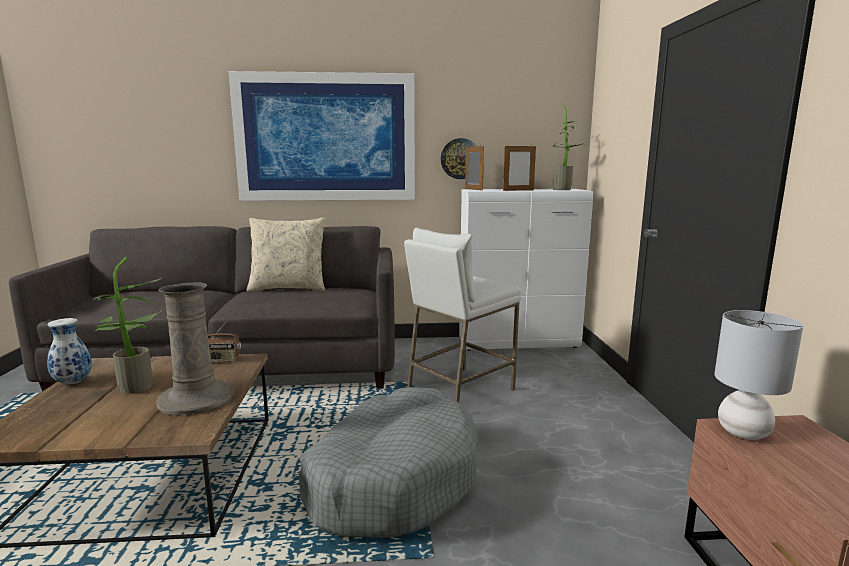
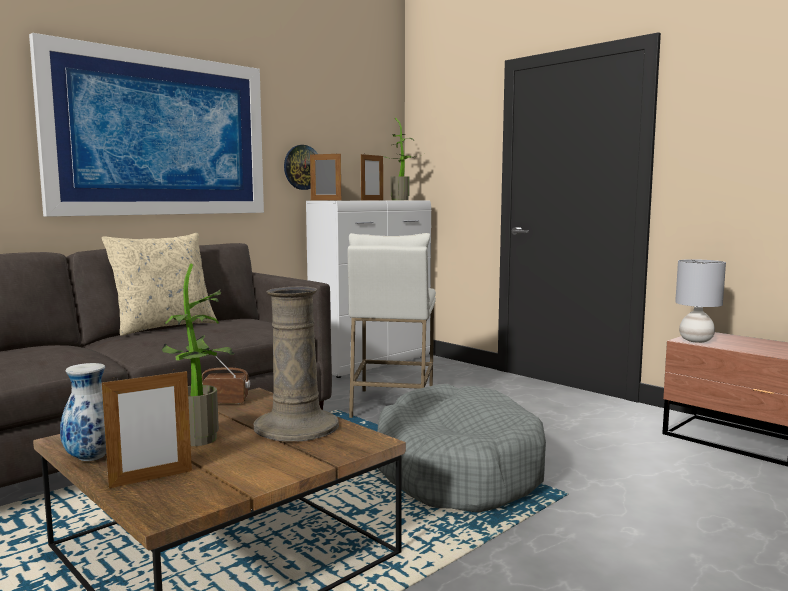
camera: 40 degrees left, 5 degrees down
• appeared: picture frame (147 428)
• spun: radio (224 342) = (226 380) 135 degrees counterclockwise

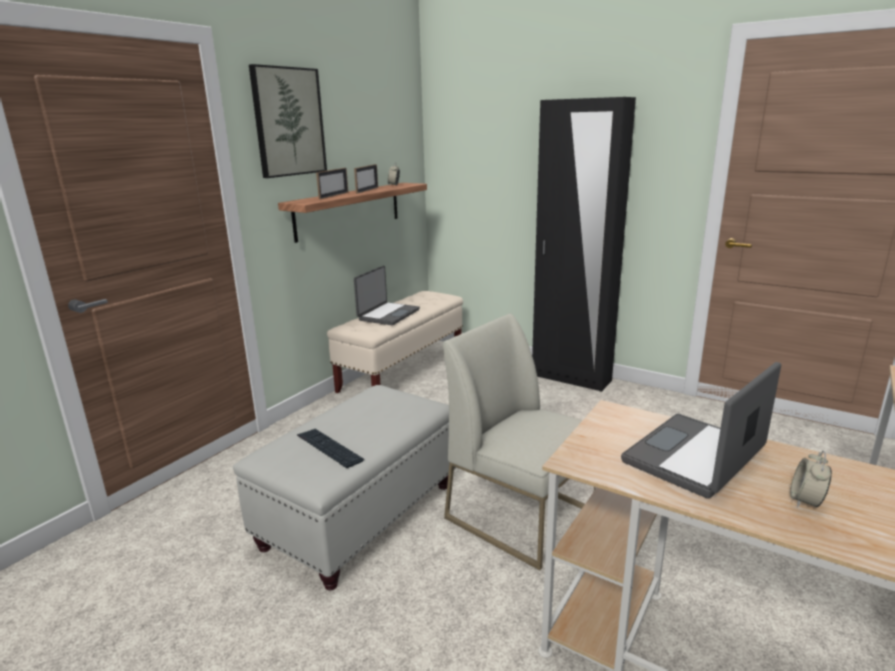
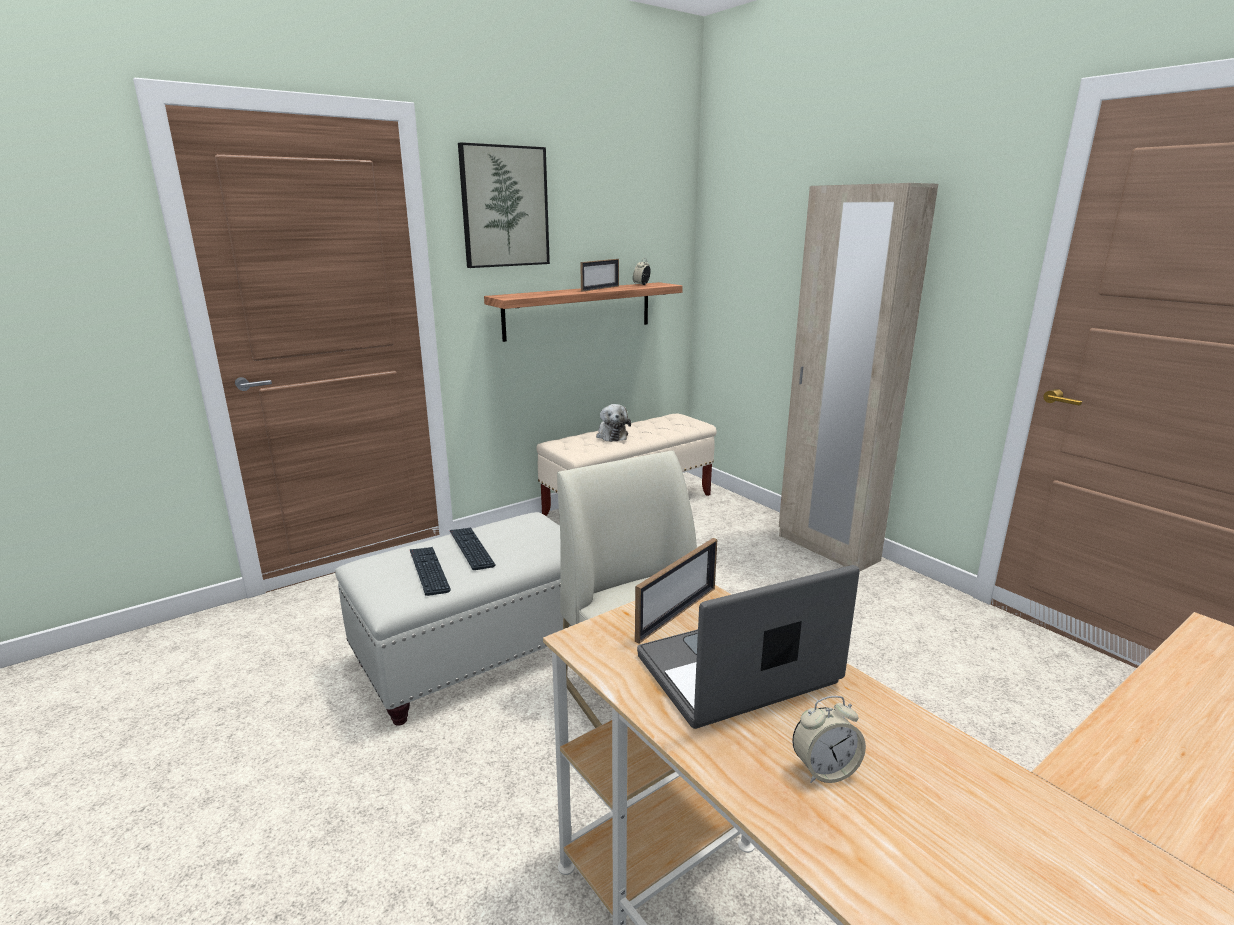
camera: 20 degrees right, 0 degrees up
• appeared: PC keyboard (473 549)
• exchanged: portable computer (387 295) to cuddly toy (613 423)
• relocated: picture frame (332 183) to (676 591)
• colour: black armoire (584 244) to beige armoire (858 377)
• spun: table clock (811 479) = (829 739) 150 degrees counterclockwise

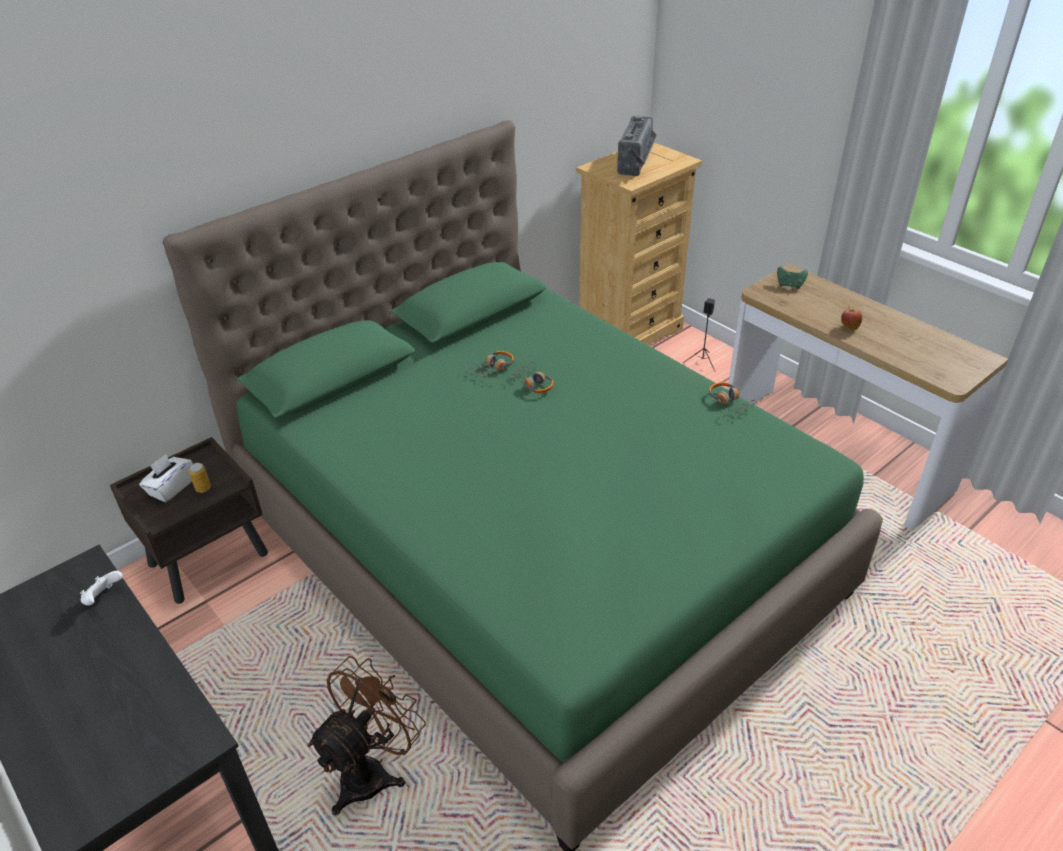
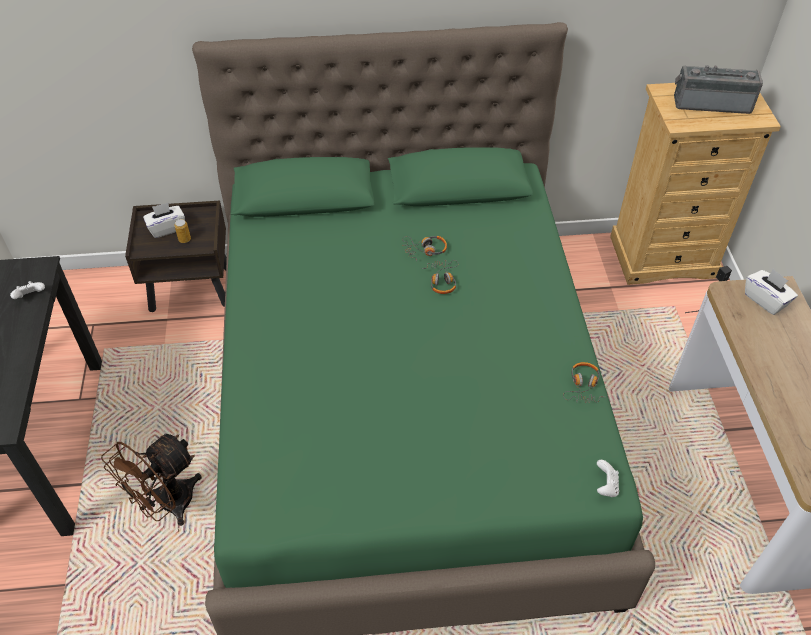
camera: 35 degrees right, 10 degrees up
• spun: brown electric fan (366 736) = (151 480) 150 degrees clockwise
• appeared: whitish gamepad (608 478)
• spun: radio (637 145) = (718 89) 135 degrees counterclockwise
• exchanged: greenish gamepad (792 277) to whitish tissue box (771 292)
• missing: apple fruit (852 318)

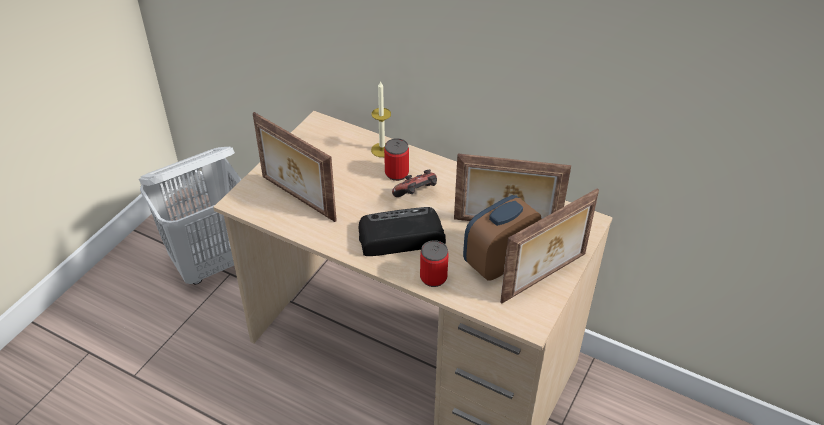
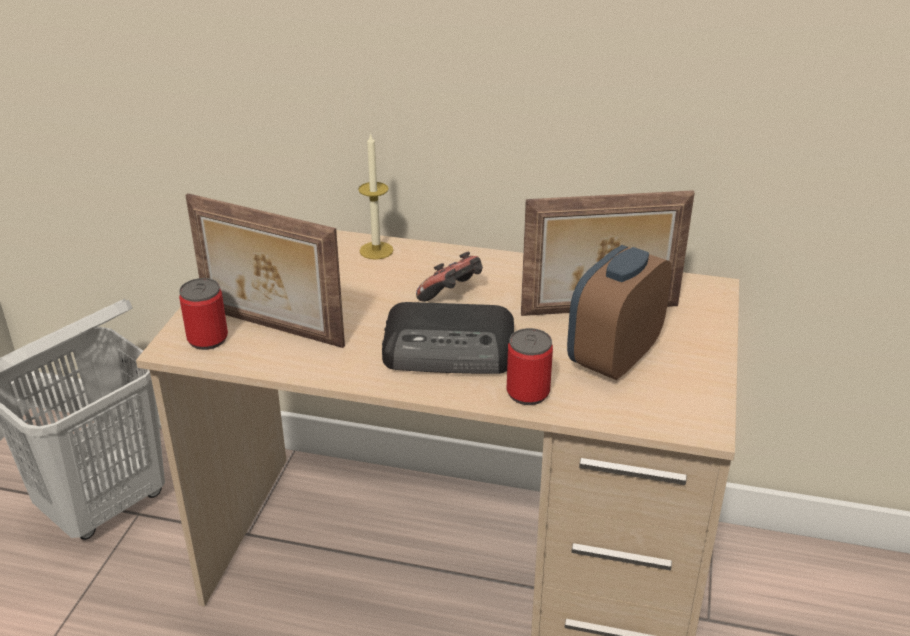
camera: 15 degrees left, 10 degrees down
• relocated: can (396 159) to (203 314)
• spun: radio (402 231) = (448 338) 150 degrees counterclockwise
• missing: picture frame (549 245)

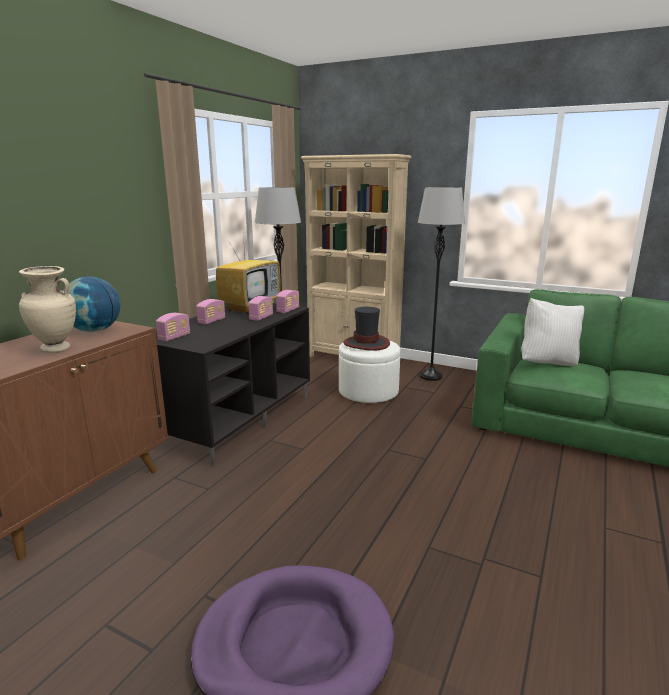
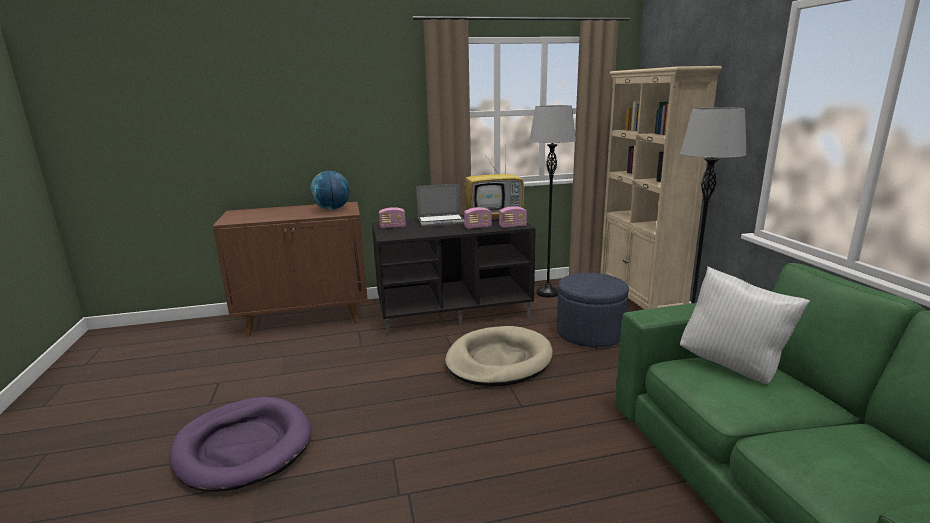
camera: 50 degrees right, 0 degrees up
• exchanged: radio (210 311) to portable computer (440 206)
• appeared: beige dog bed (499 356)
• colour: whitish ottoman (370 372) to blue-coloured ottoman (593 310)
• missing: beige vase (47 309)
• missing: wearable hat (366 329)

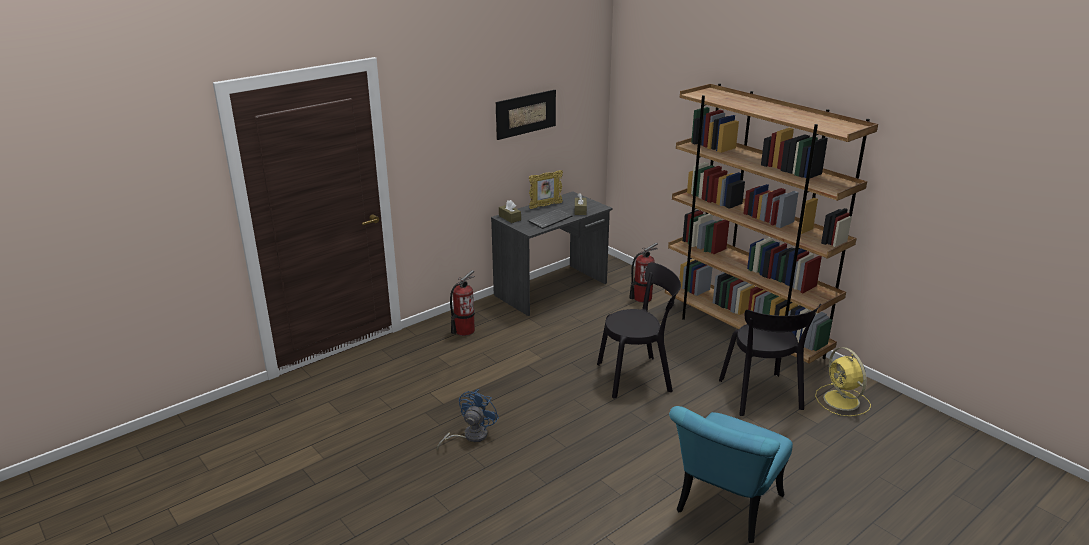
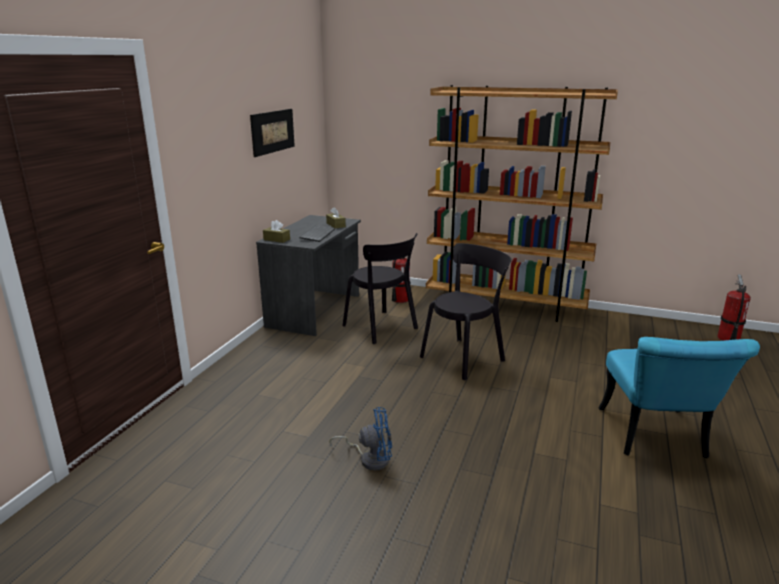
camera: 30 degrees left, 5 degrees down
• spun: blue-coloured electric fan (468 420) = (360 439) 90 degrees clockwise
• relocated: black plain chair (770 360) to (380 288)
• relocated: fire-fighting cylinder (462 303) to (734 307)
• missing: picture frame (546 189)
• missing: yellow electric fan (843 381)

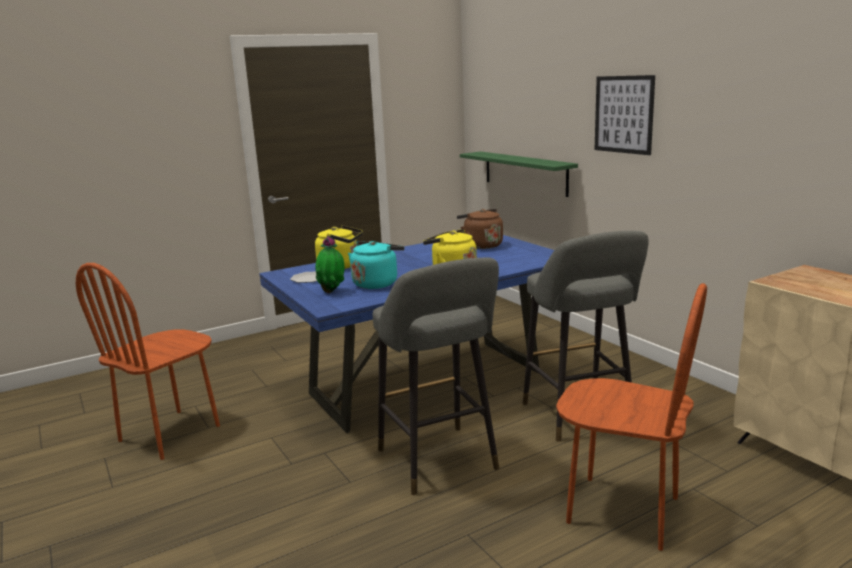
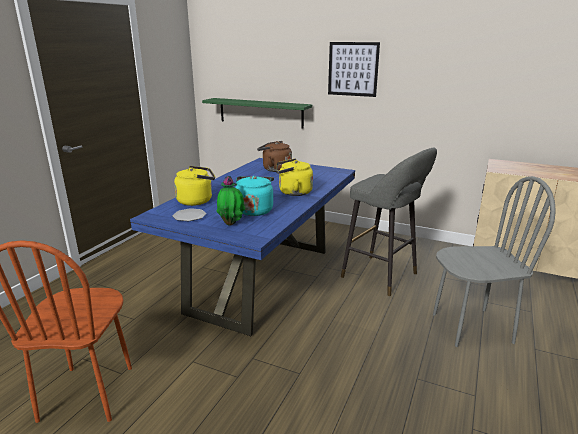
camera: 35 degrees left, 5 degrees up
• colour: brown plain chair (631 417) to gray plain chair (494 261)
• missing: gray stool seat (436 376)

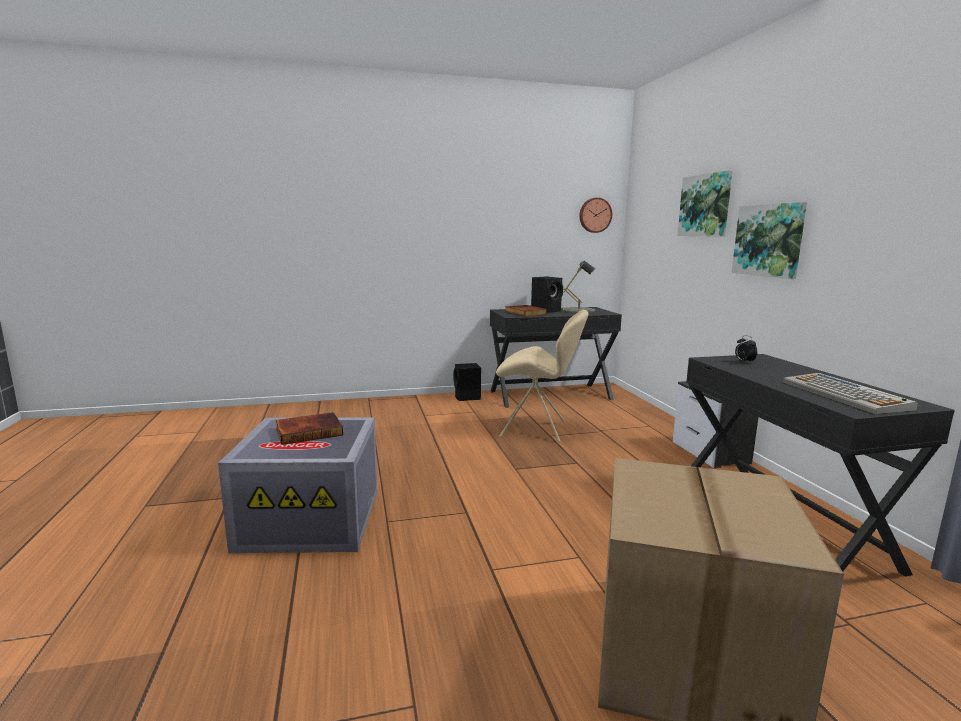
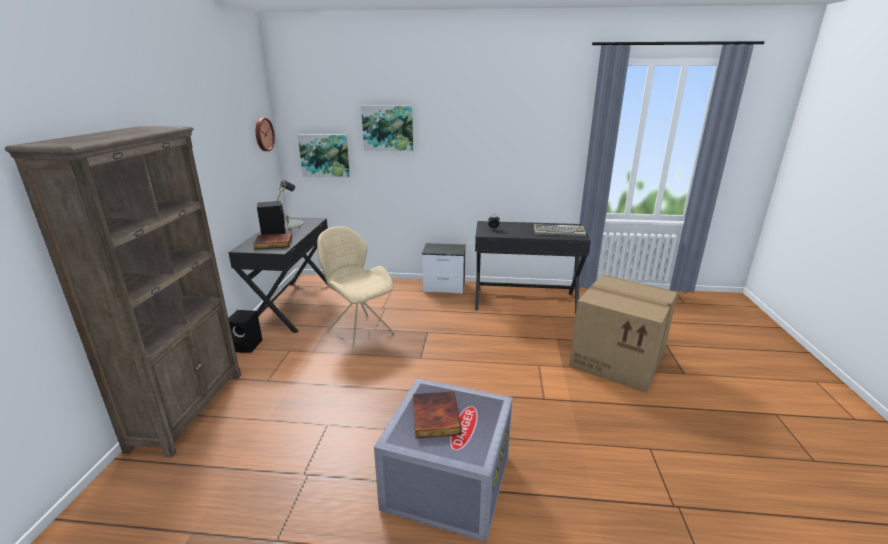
camera: 70 degrees left, 10 degrees up
• appeared: brown bookcase (123 291)
• relocated: wall picture (769 240) to (324 156)
• spun: beige plain chair (542 376) = (356 289) 75 degrees counterclockwise

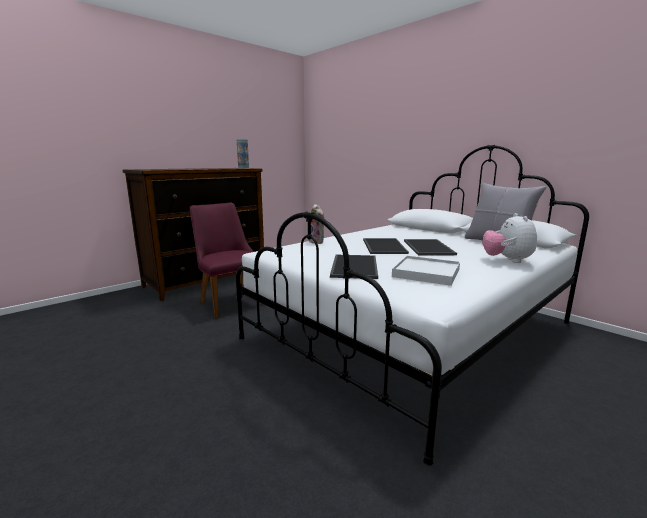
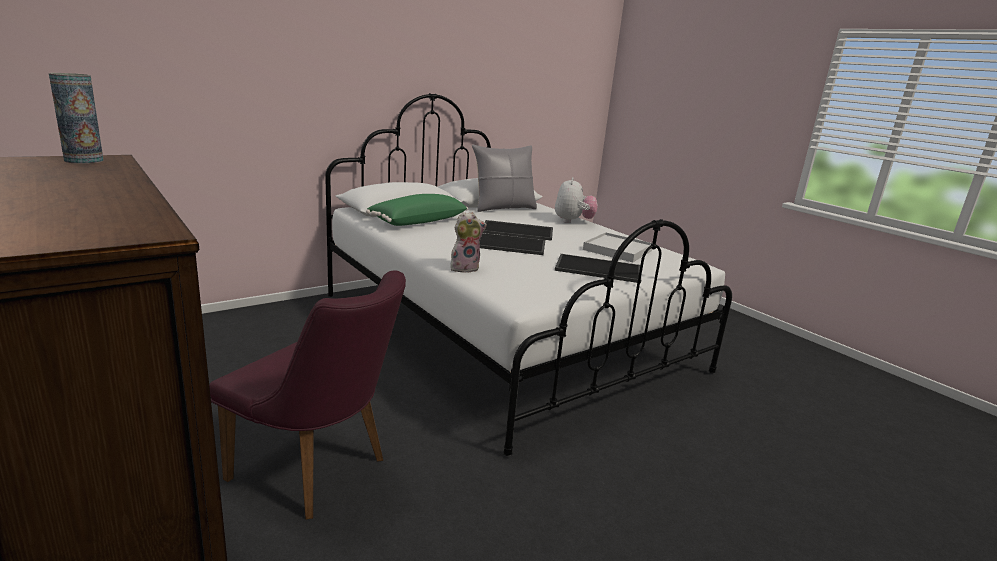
camera: 85 degrees left, 5 degrees up
• spun: purplish plain chair (227 260) = (307 395) 120 degrees counterclockwise
• appeared: greenish throw pillow (417 210)
• spun: cuddly toy (509 238) = (576 200) 90 degrees counterclockwise

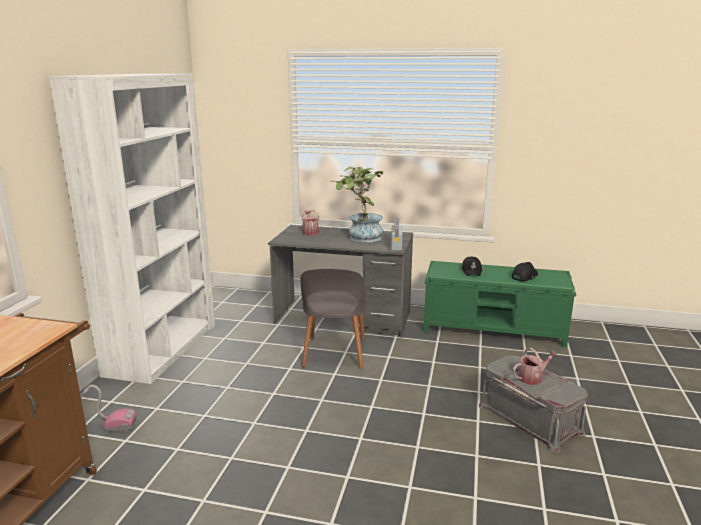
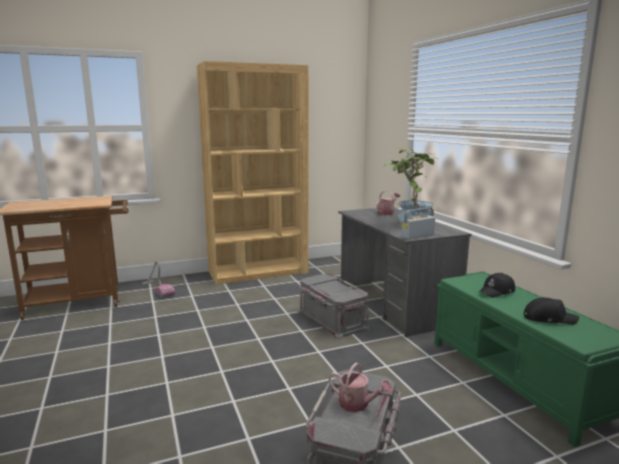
camera: 55 degrees right, 5 degrees down
• colour: whitish bookcase (132 229) to brown bookcase (253 173)
• exchanged: gray plain chair (333 318) to gray storage bin (334 307)

